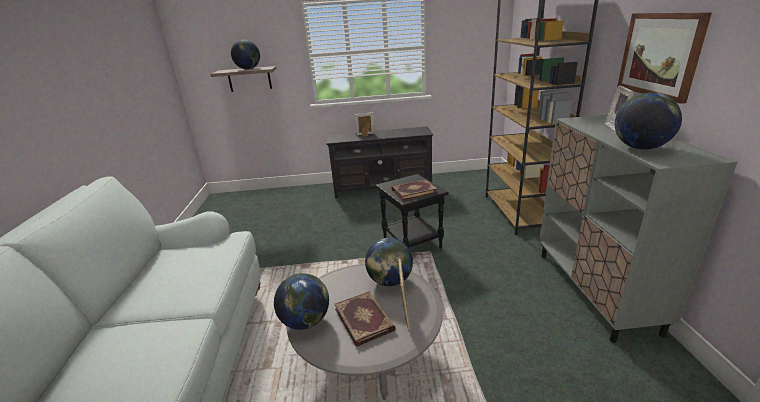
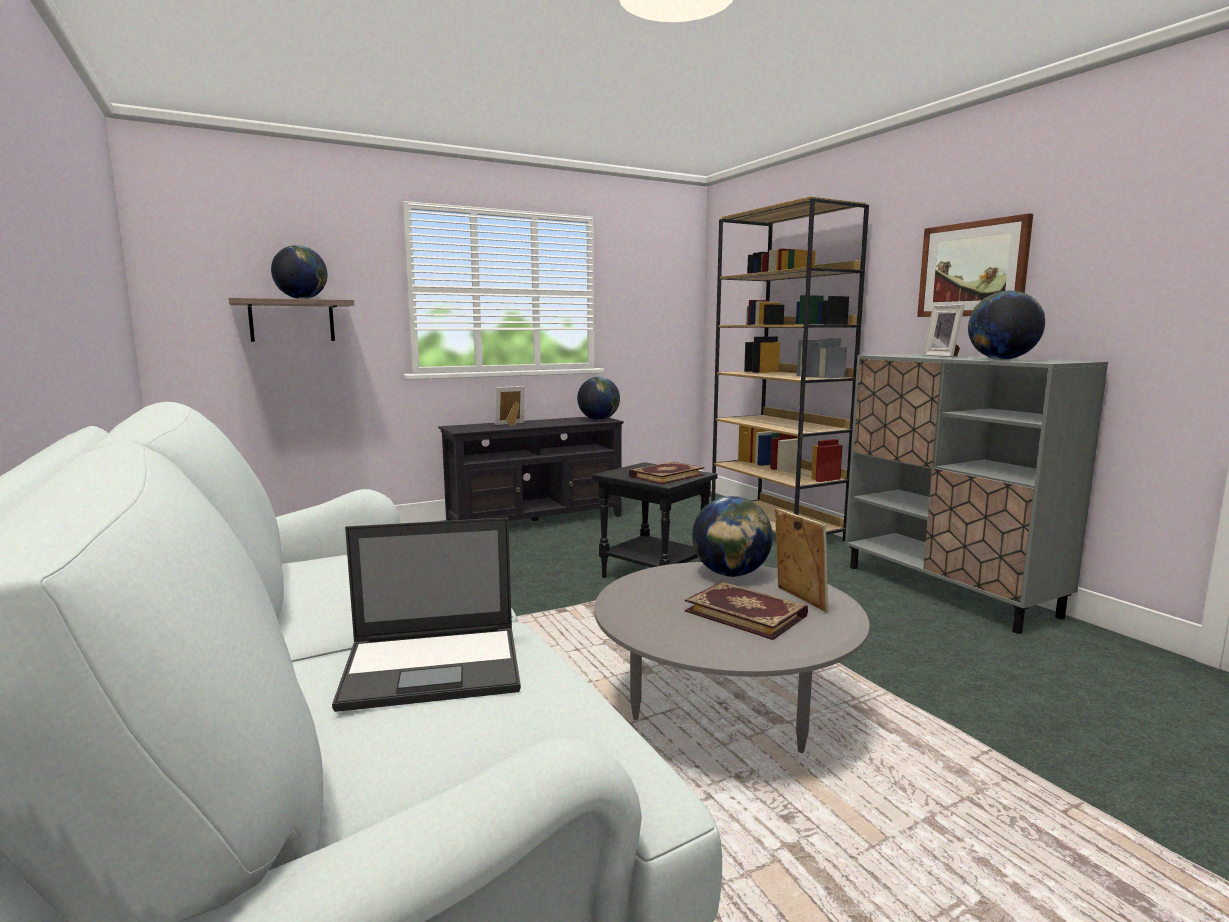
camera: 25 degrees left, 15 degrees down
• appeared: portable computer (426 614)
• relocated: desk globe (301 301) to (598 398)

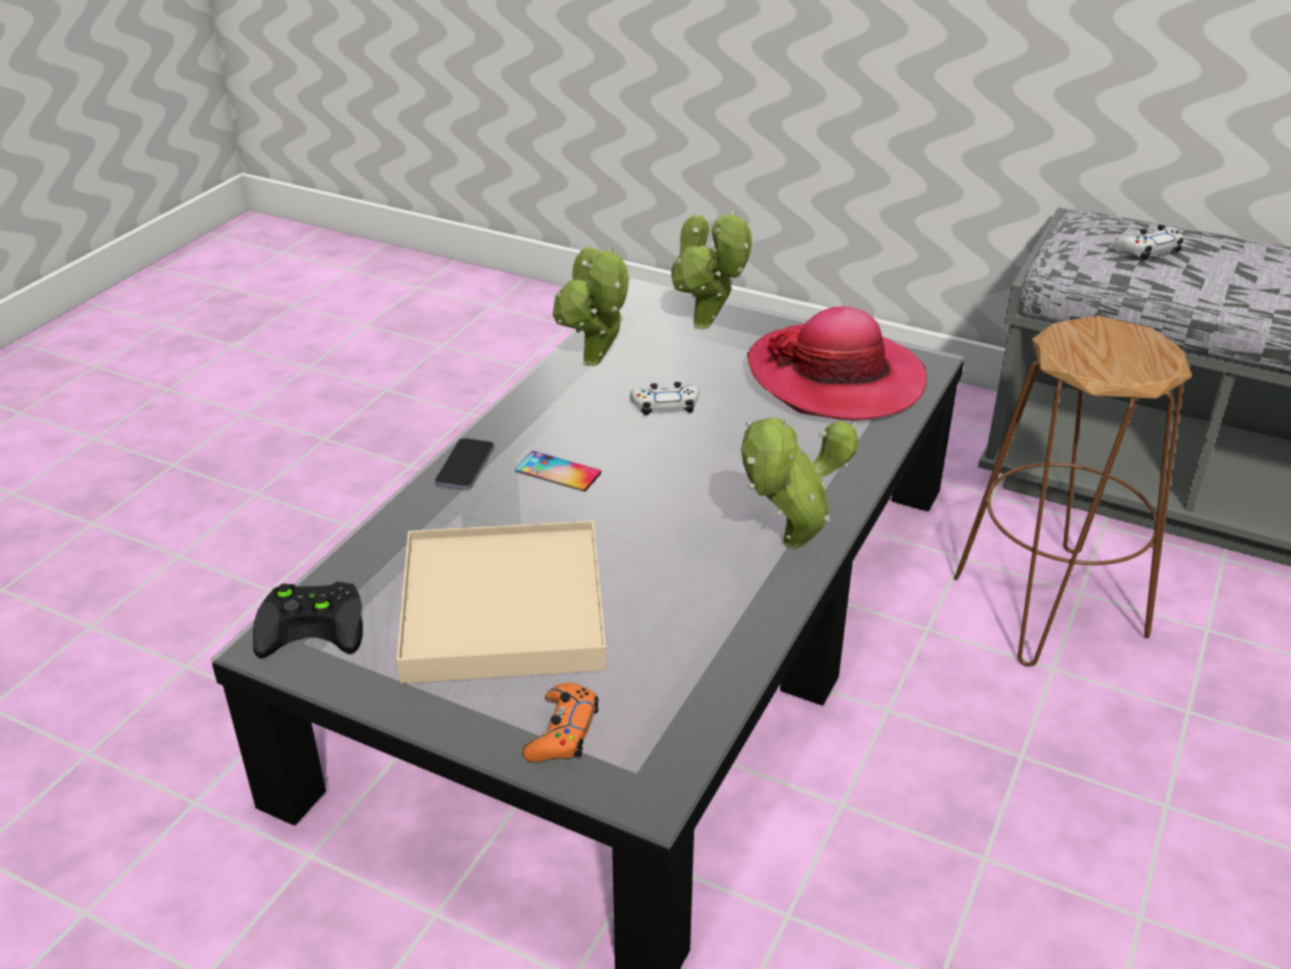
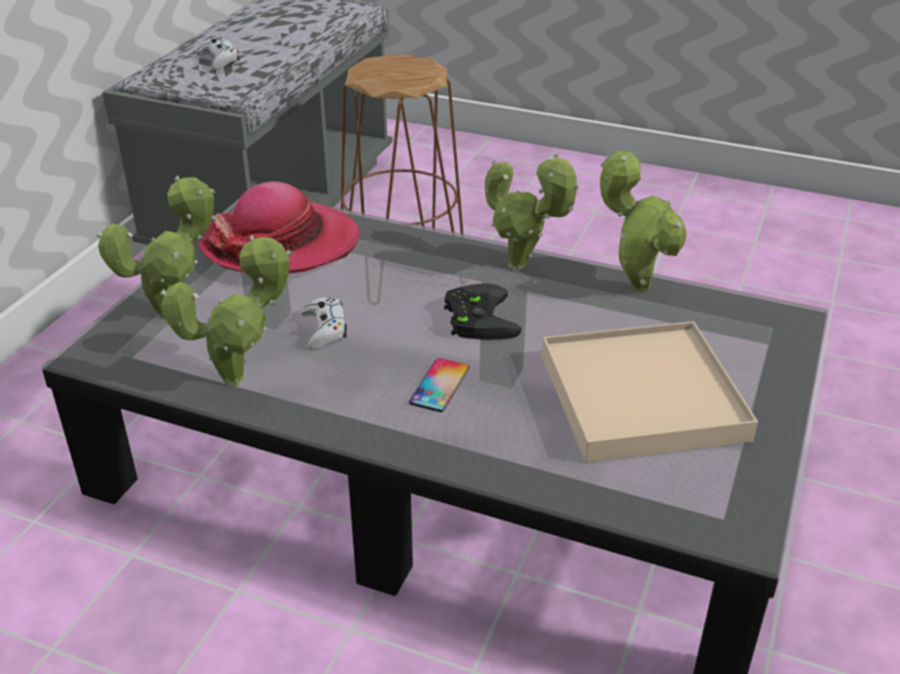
camera: 95 degrees left, 0 degrees up
• relocated: black gamepad (308 620) to (483 311)
• appeared: plant in a pot (643 221)
• missing: telephone (464 463)
• missing: orange-coloured gamepad (561 722)

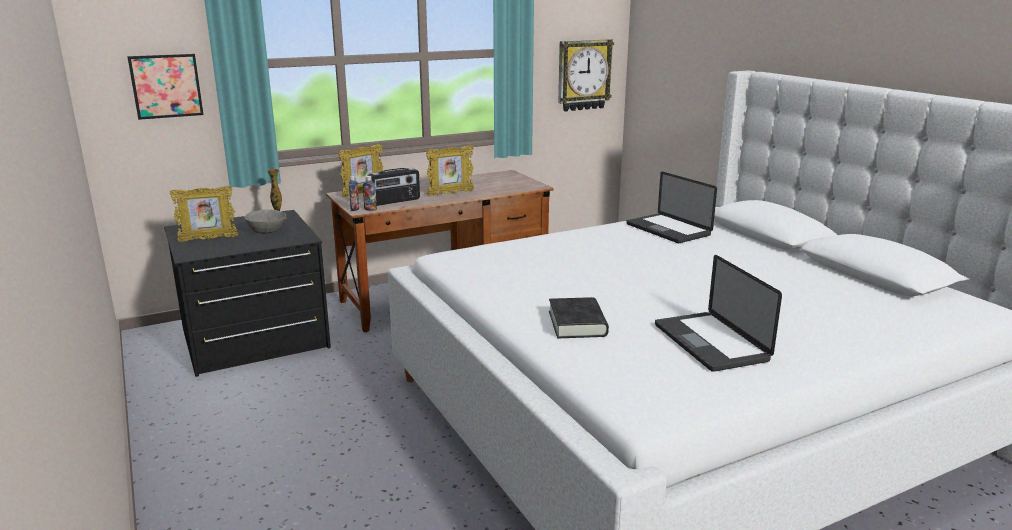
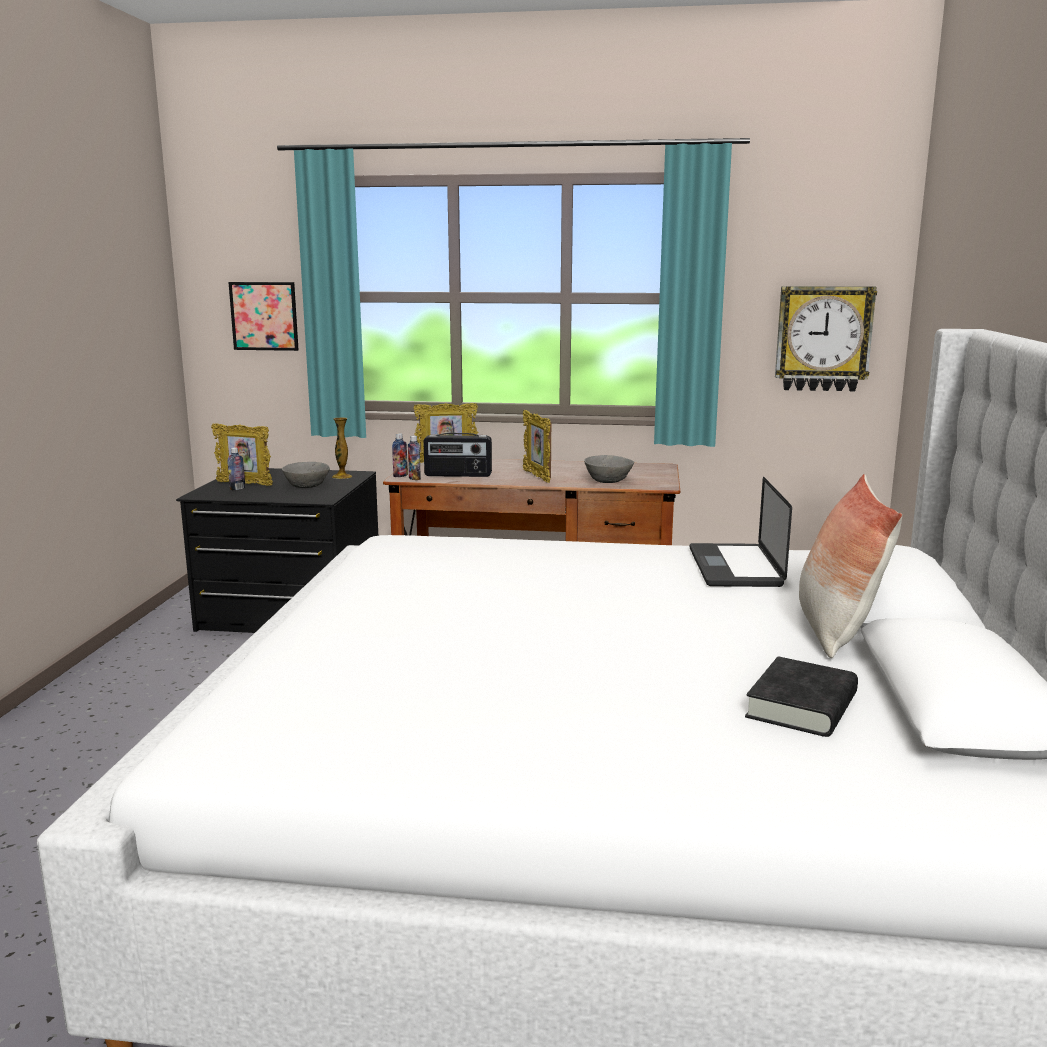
camera: 35 degrees right, 5 degrees down
• appeared: beverage bottle (236 469)
• spun: picture frame (450 170) = (537 446) 60 degrees clockwise
• appeared: gray serving bowl (609 469)
• relocated: black volume (579 317) to (801 696)
• appeared: throw pillow (850 566)
• missing: portable computer (718 313)

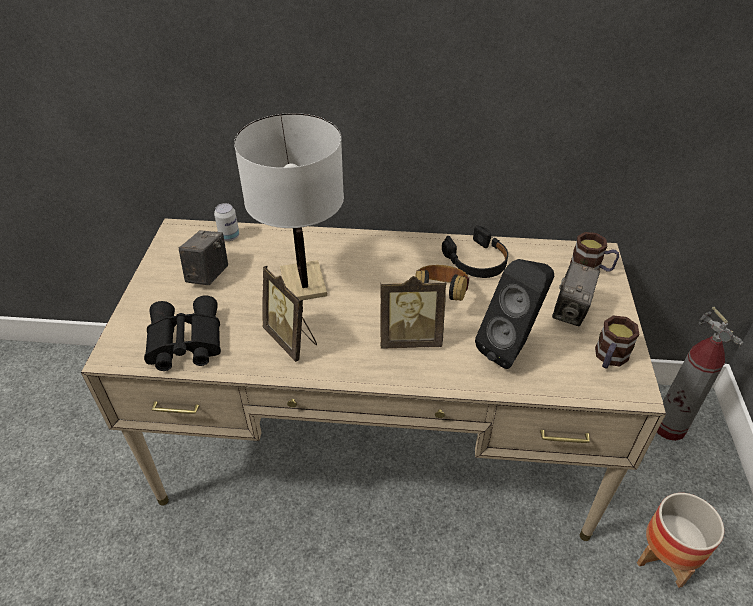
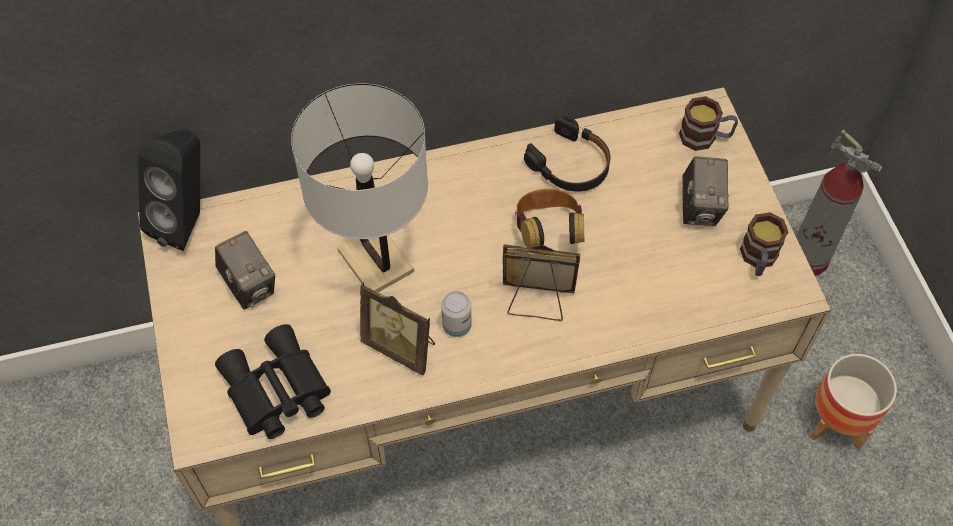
camera: 20 degrees left, 15 degrees up
• relocated: black speaker (514 314) to (169 190)
• spun: photo camera (203 258) = (245 270) 150 degrees clockwise
• relocated: can (226 222) to (456 314)
• spun: picture frame (413 312) = (541 282) 150 degrees counterclockwise

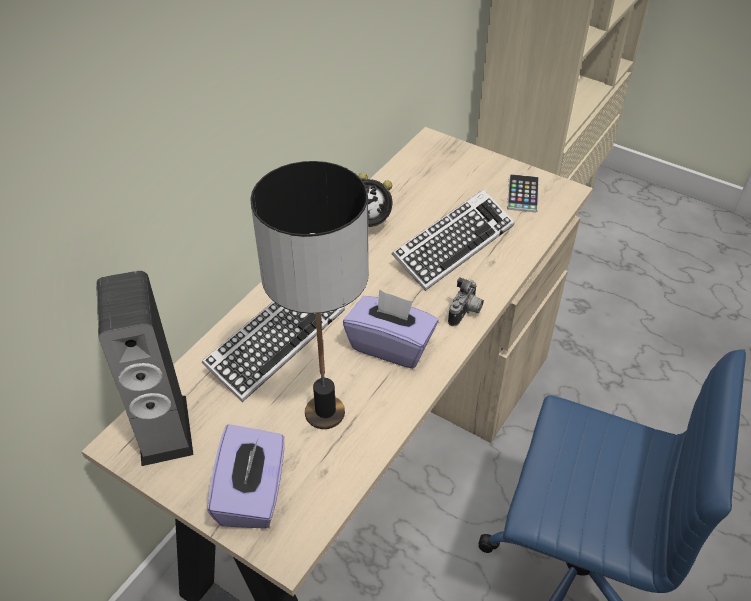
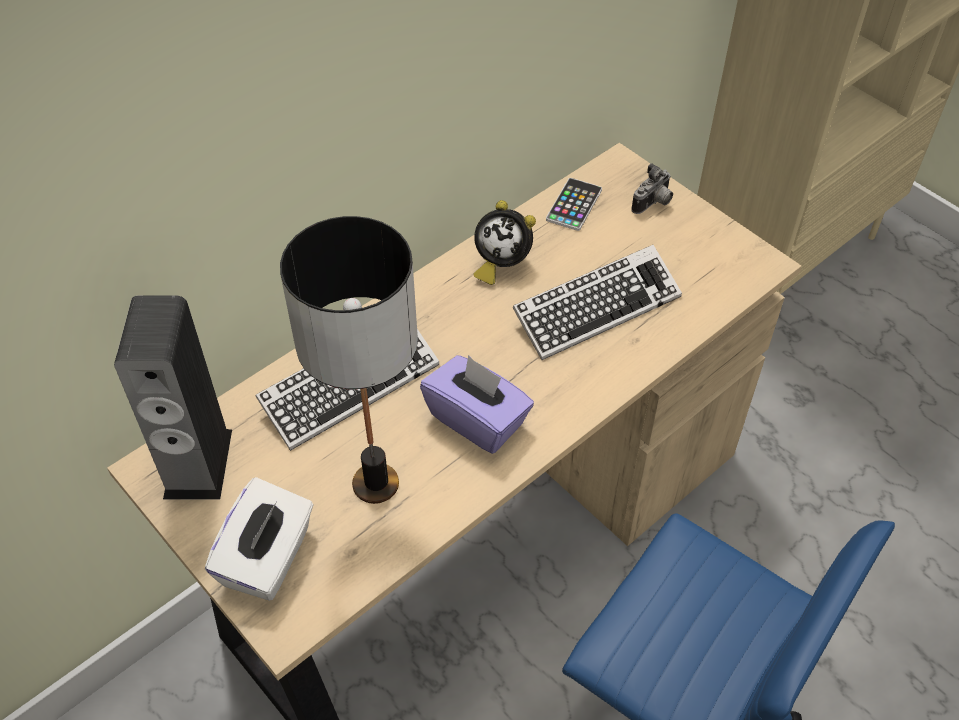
camera: 15 degrees right, 5 degrees up
• colour: purplish tissue box (245 476) to whitish tissue box (259 539)
• relocated: telephone (523 193) to (574 204)
• relocated: photo camera (466 301) to (652 188)

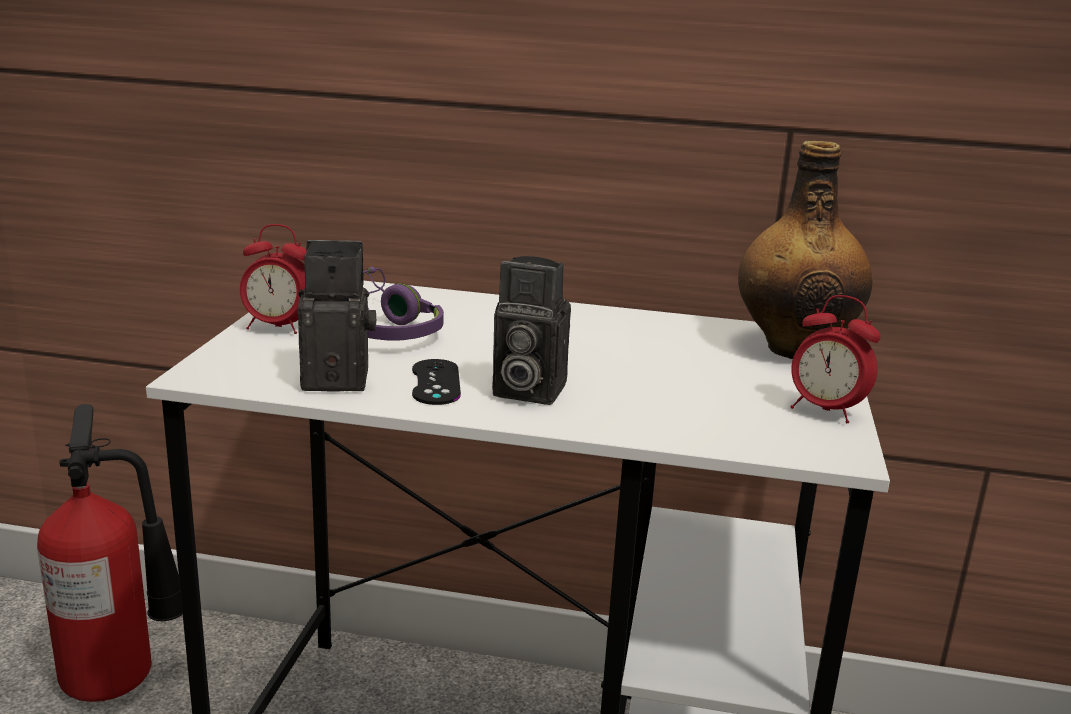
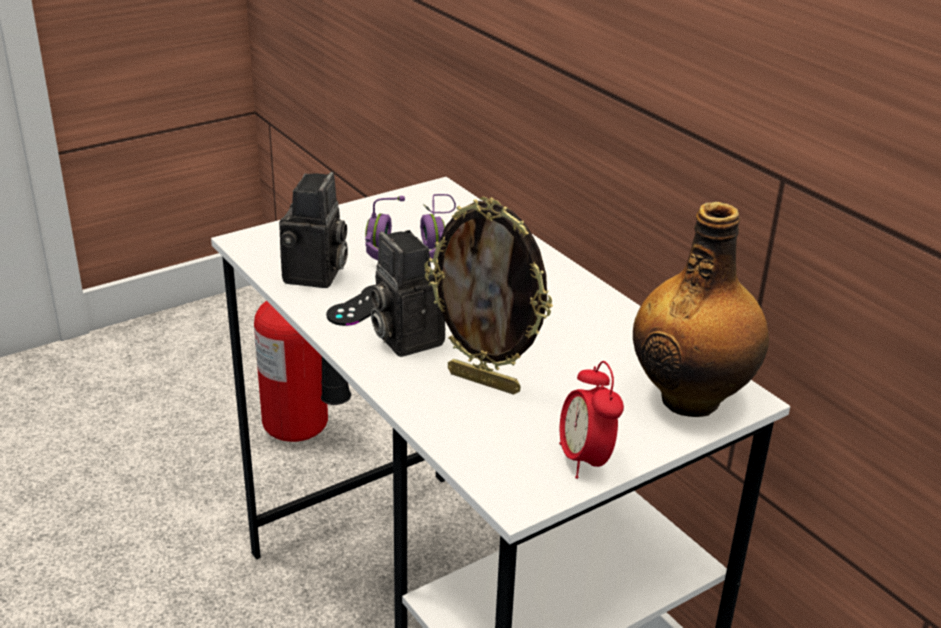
camera: 45 degrees right, 10 degrees up
• spun: photo camera (337 315) = (313 230) 60 degrees clockwise
• appeared: picture frame (488 296)
• missing: table clock (273 279)

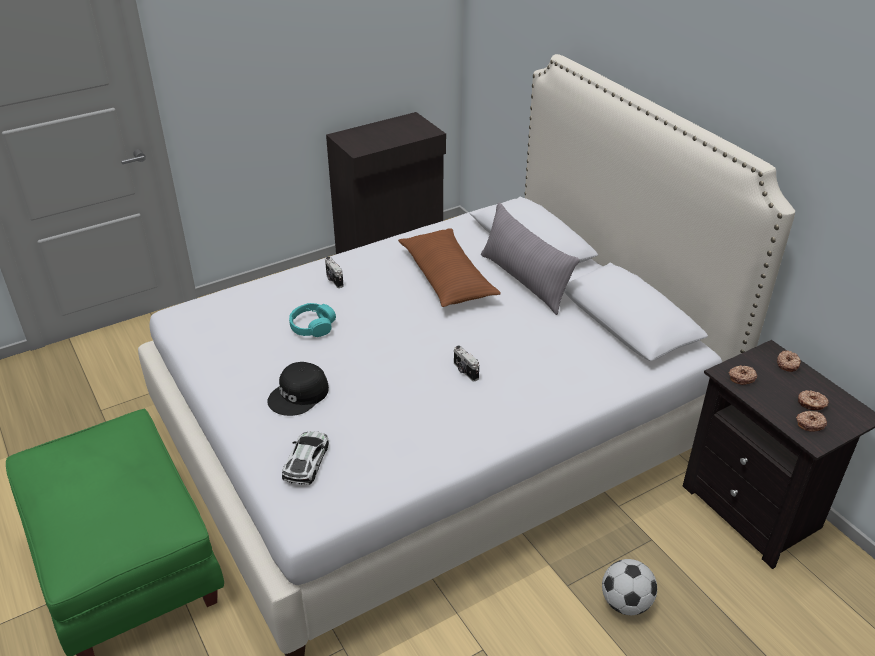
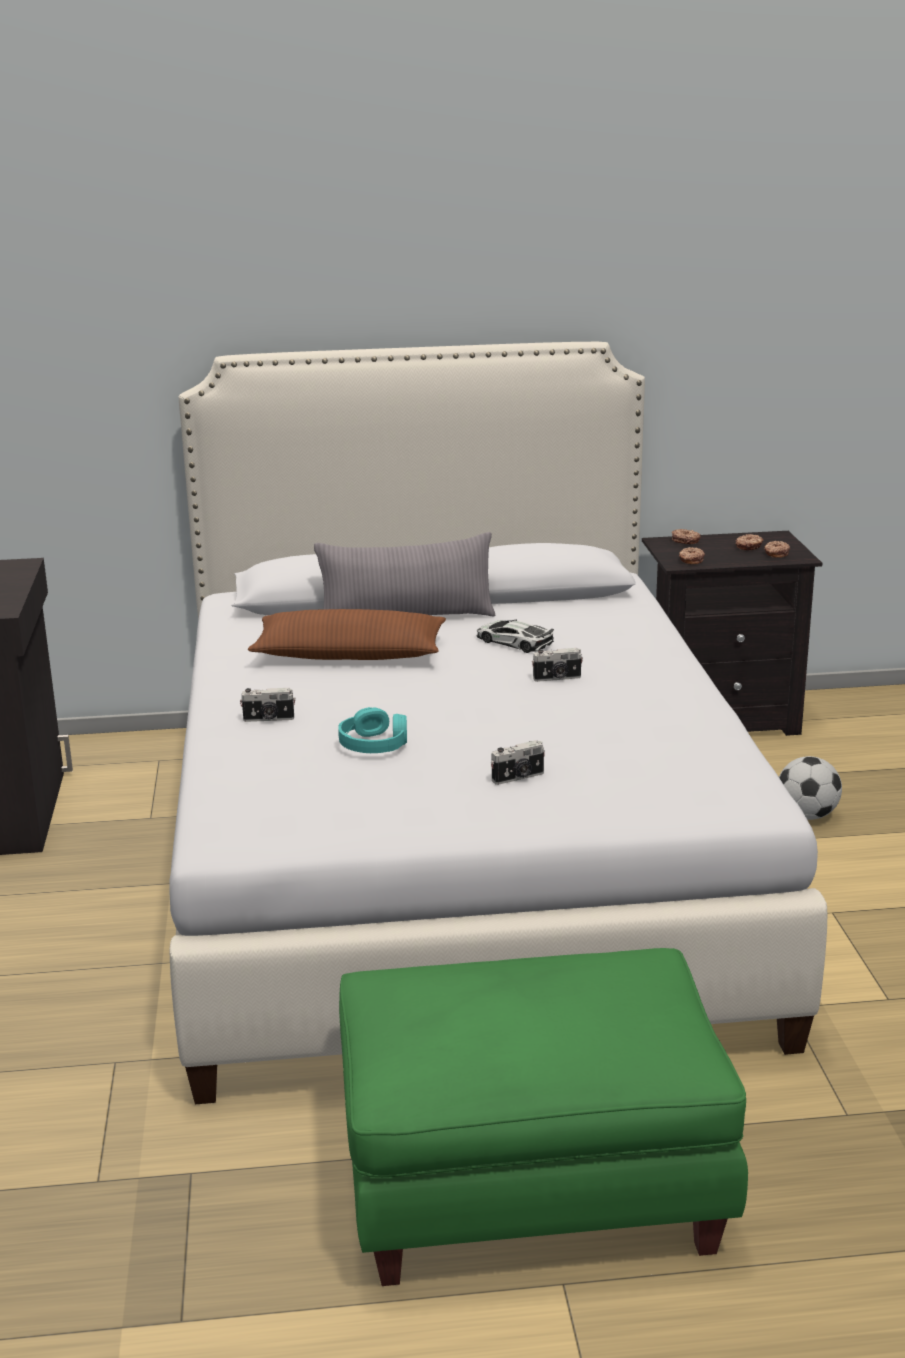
camera: 65 degrees left, 15 degrees down
• relocated: miniature car (305 458) to (515 636)
• exchanged: black peaked cap (298 389) to photo camera (518 762)

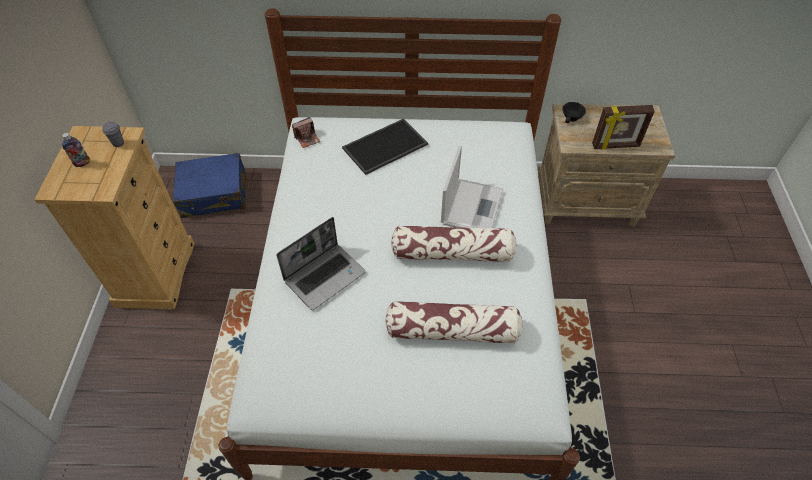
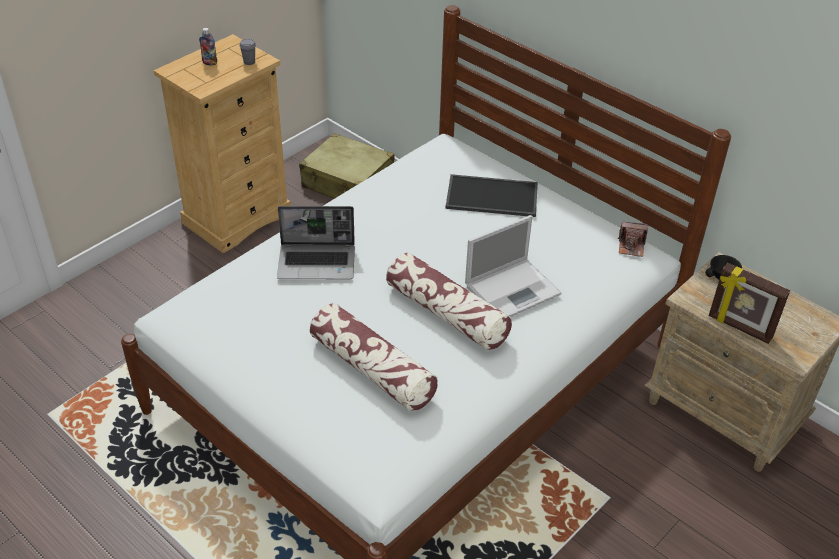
camera: 40 degrees right, 10 degrees down
• colour: blue-coloured suitcase (211 185) to beige suitcase (347 166)
• relocated: photo camera (306 132) to (633 239)

